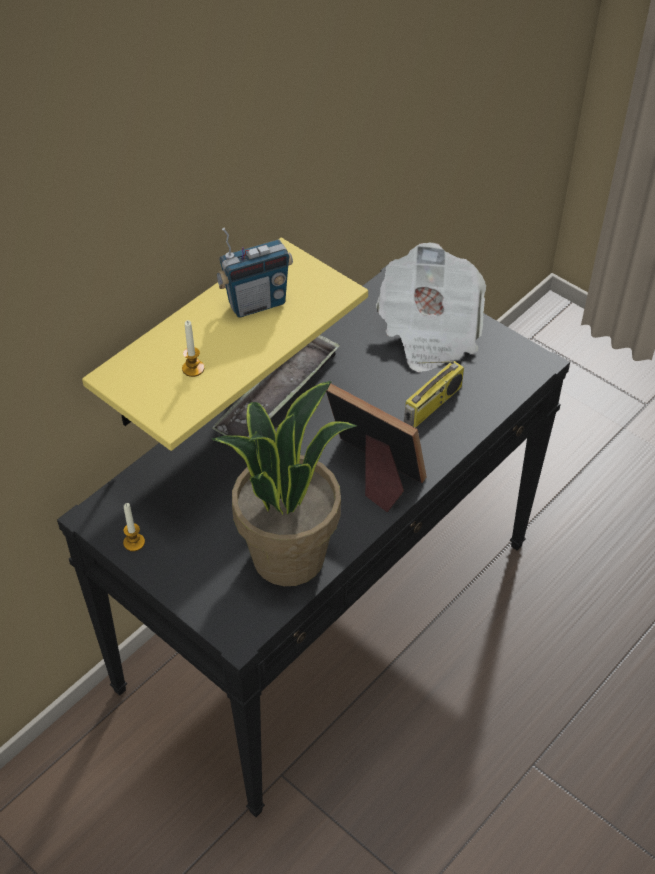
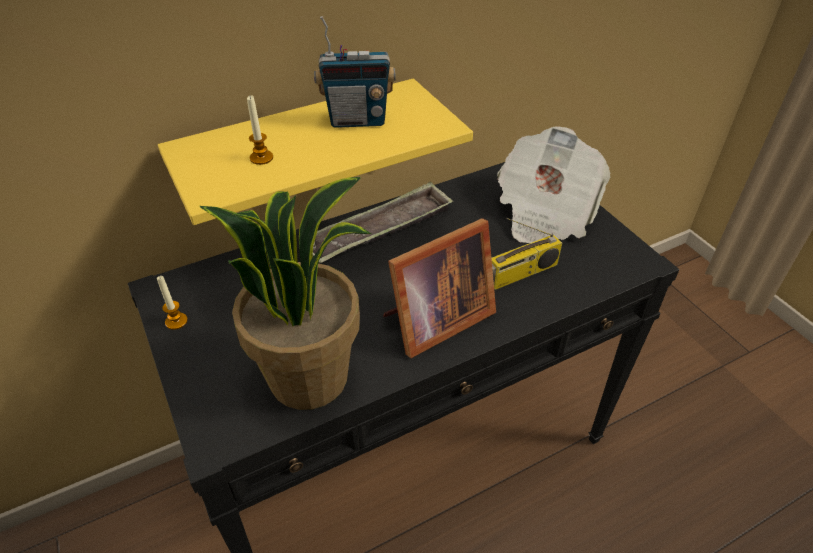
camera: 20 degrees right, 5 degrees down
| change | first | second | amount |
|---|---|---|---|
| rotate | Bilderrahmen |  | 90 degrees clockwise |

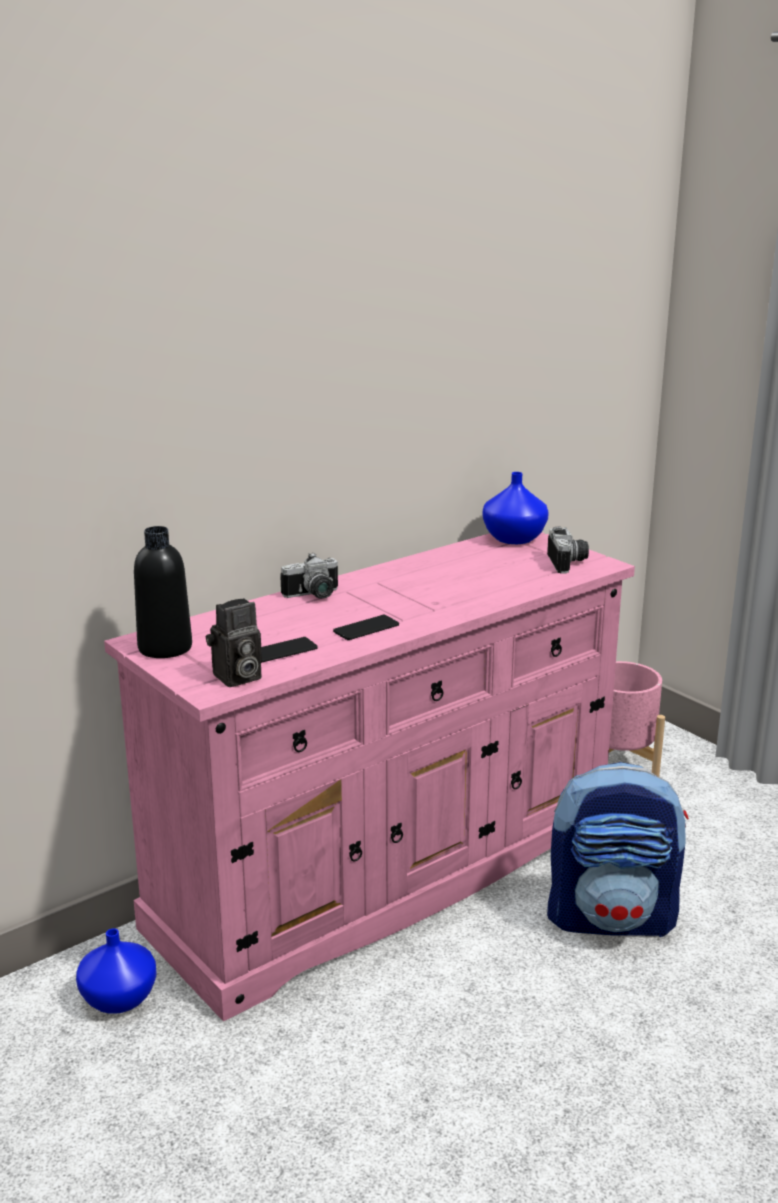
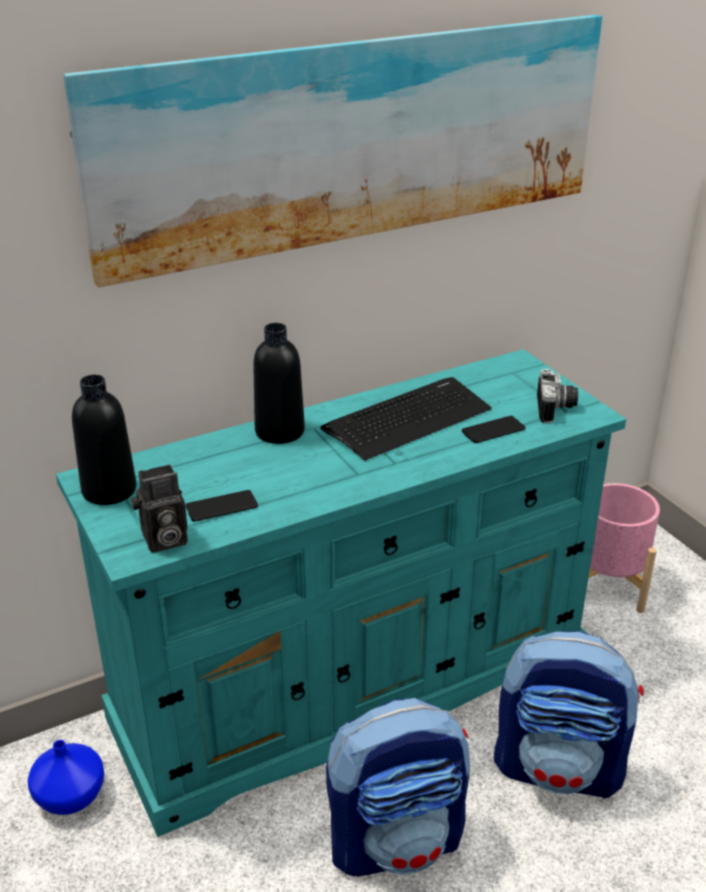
camera: 10 degrees right, 10 degrees up
| change | first | second | amount |
|---|---|---|---|
| recolor | Kommode [rosa] | Kommode [türkis] |  |
| insert |  | Bild |  |
| replace | Kamera (2nd from left) | Flasche [schwarz] (2nd from left) |  |
| insert |  | Tastatur |  |
| insert |  | Rucksack (1st from left) |  |
| move | Handy (2nd from left) |  |  |
| delete | Vase [blau] (2nd from left) |  |  |

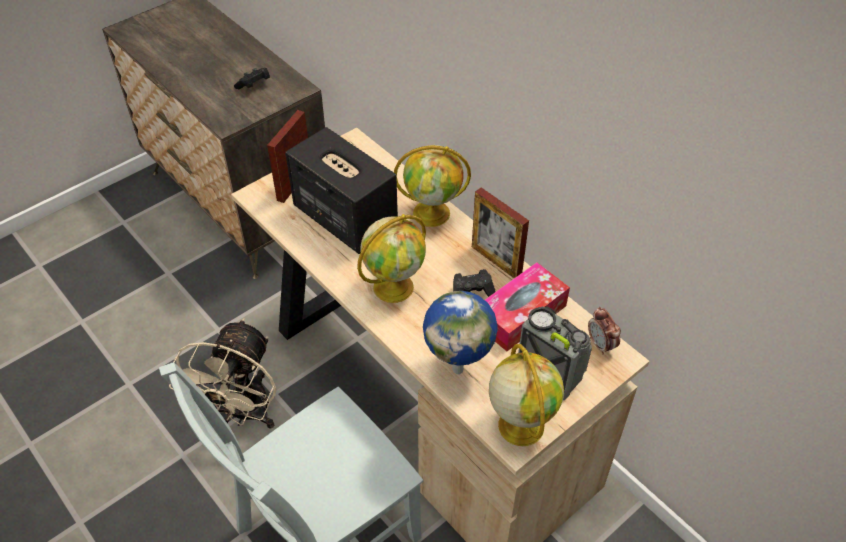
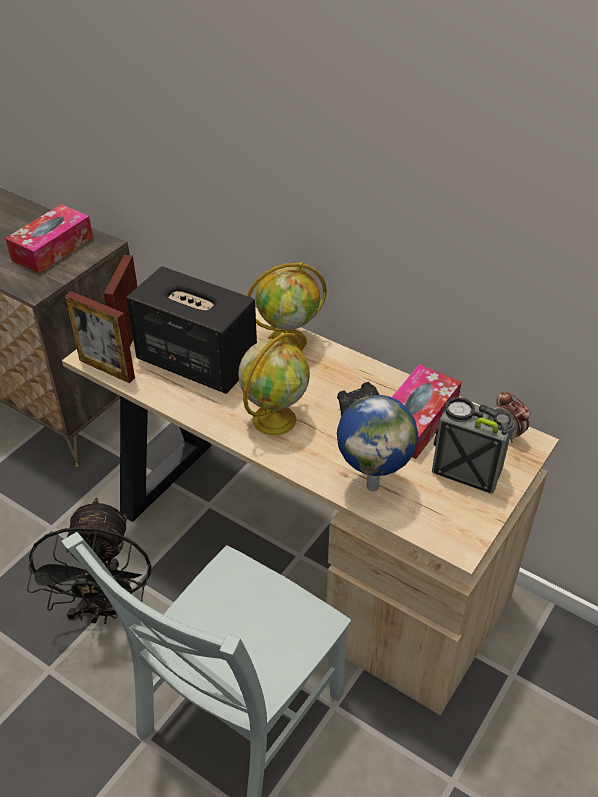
camera: 15 degrees left, 5 degrees down
| change | first | second | amount |
|---|---|---|---|
| replace | Gamepad [schwarz] (1st from left) | Taschentuchbox (1st from left) |  |
| recolor | Ventilator [beige] | Ventilator [schwarz] |  |
| move | Bilderrahmen (2nd from left in the first image) | Bilderrahmen (1st from left) |  |
| delete | Globus (4th from left) |  |  |

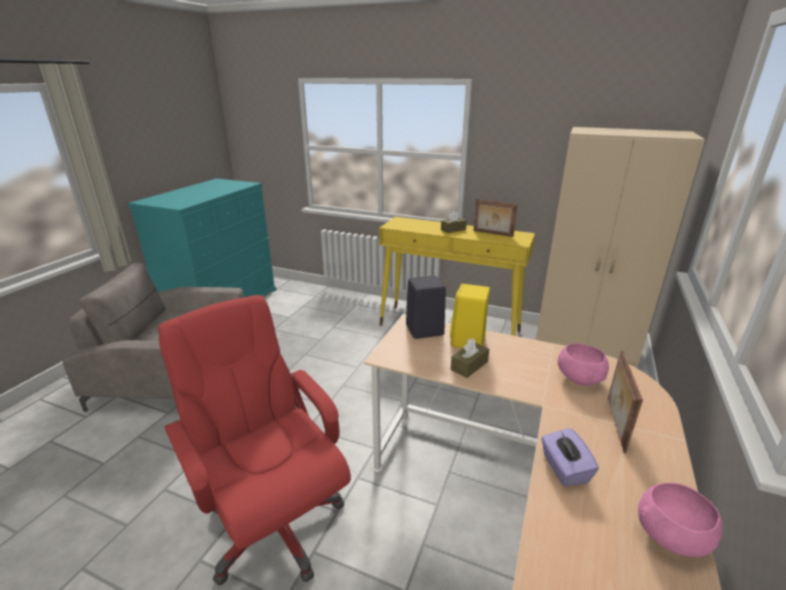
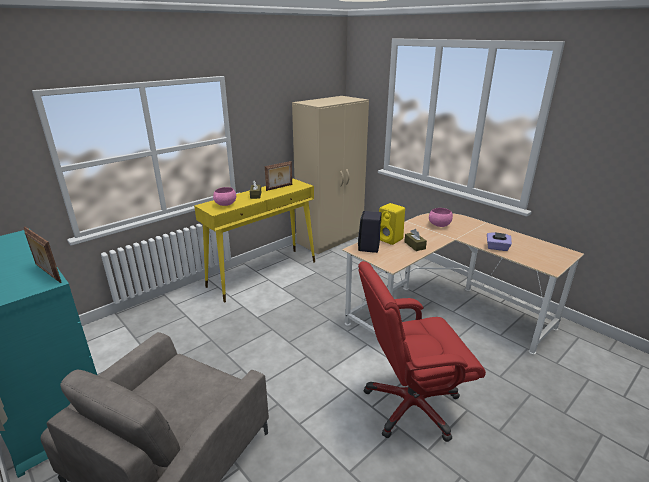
camera: 65 degrees left, 0 degrees up
| change | first | second | amount |
|---|---|---|---|
| move | Bilderrahmen (2nd from left in the first image) | Bilderrahmen (1st from left) |  |
| move | Schüssel [rosa] (2nd from left in the first image) | Schüssel [rosa] (1st from left) |  |

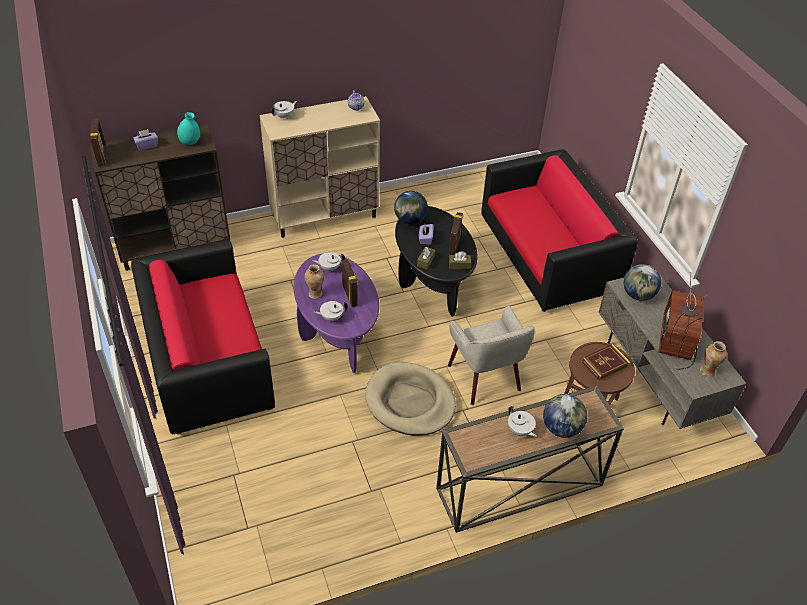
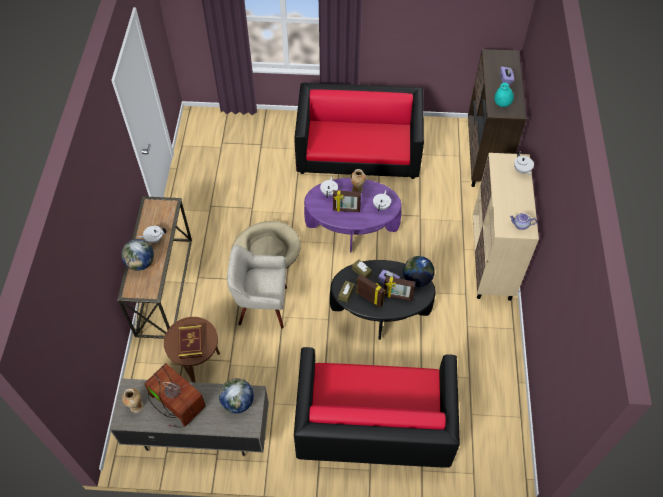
camera: 115 degrees right, 10 degrees up
| change | first | second | amount |
|---|---|---|---|
| move | Bilderrahmen (1st from left in the first image) | Bilderrahmen (3rd from left) |  |

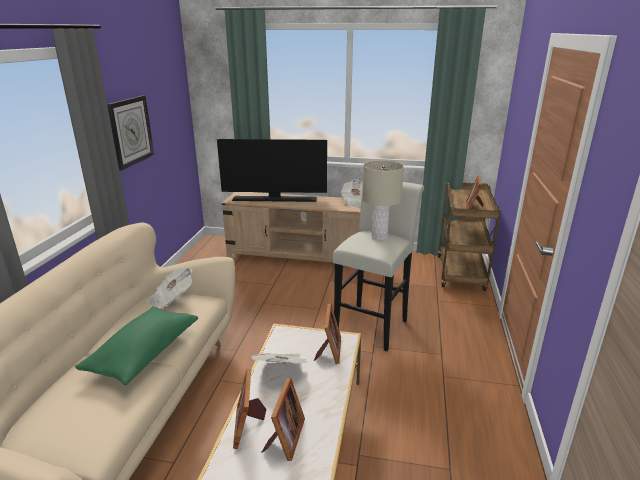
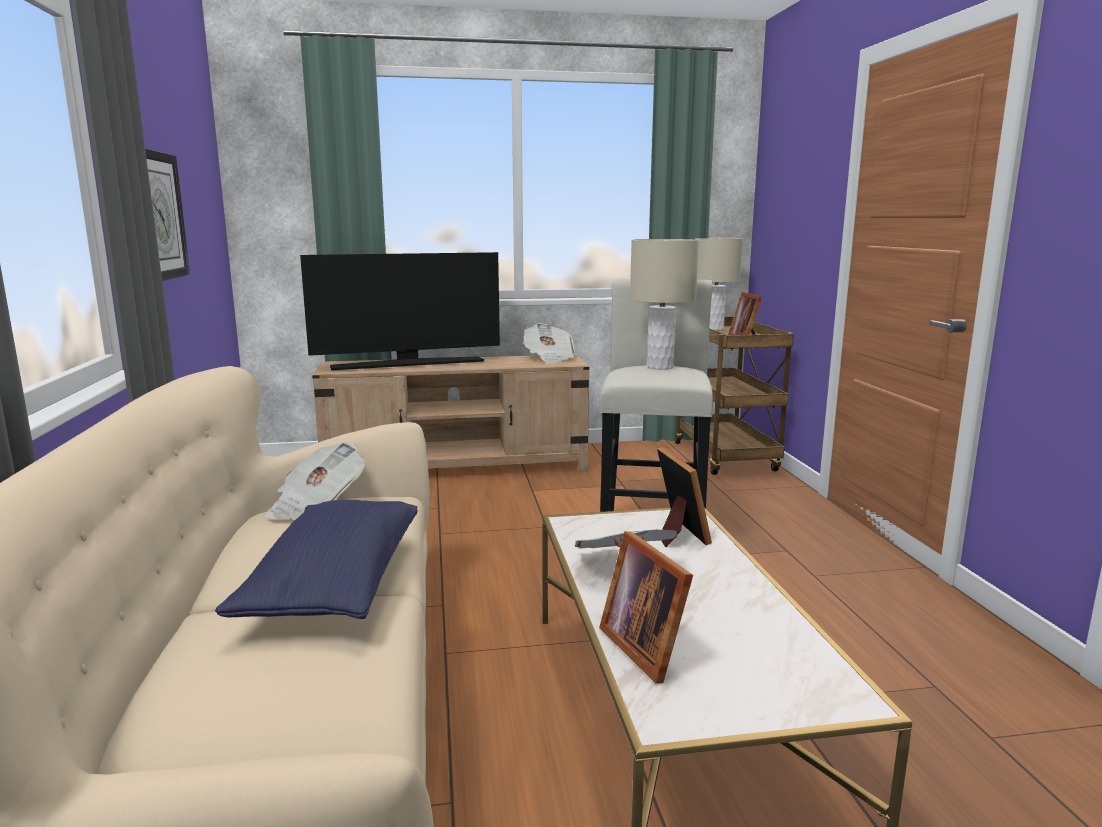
camera: 20 degrees left, 10 degrees down
| change | first | second | amount |
|---|---|---|---|
| recolor | Kissen [grün] | Kissen [blau] |  |
| insert |  | Tischlampe [beige] (2nd from left) |  |
| delete | Bilderrahmen (2nd from left) |  |  |

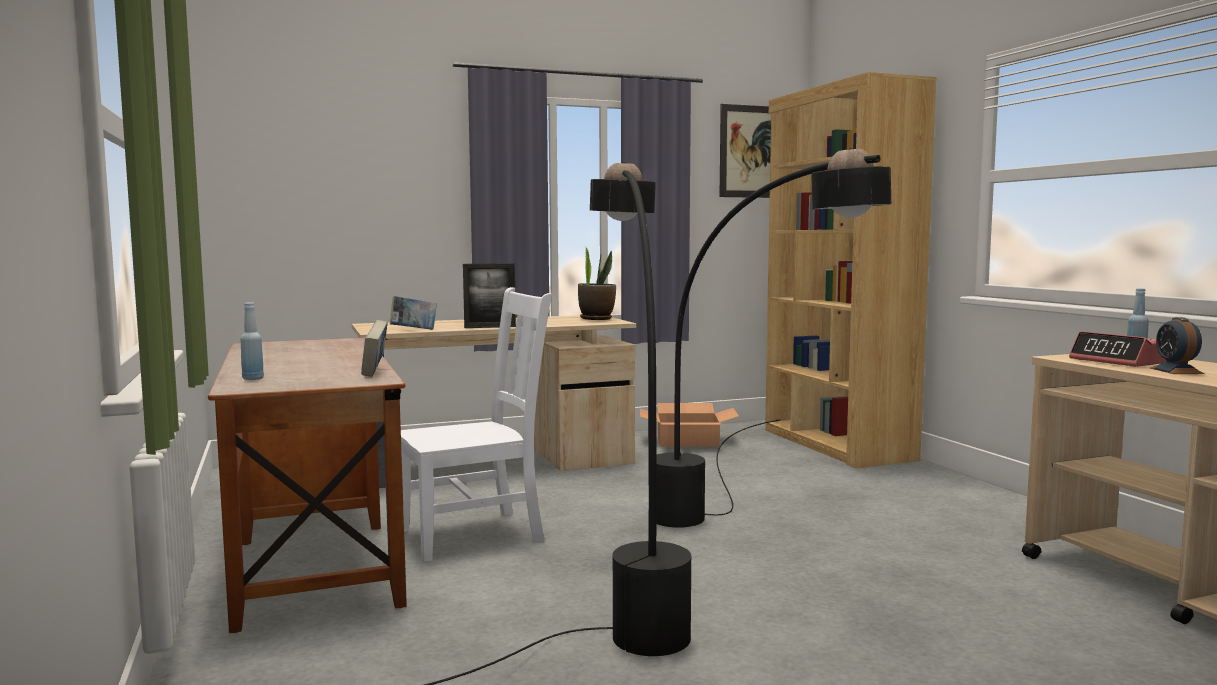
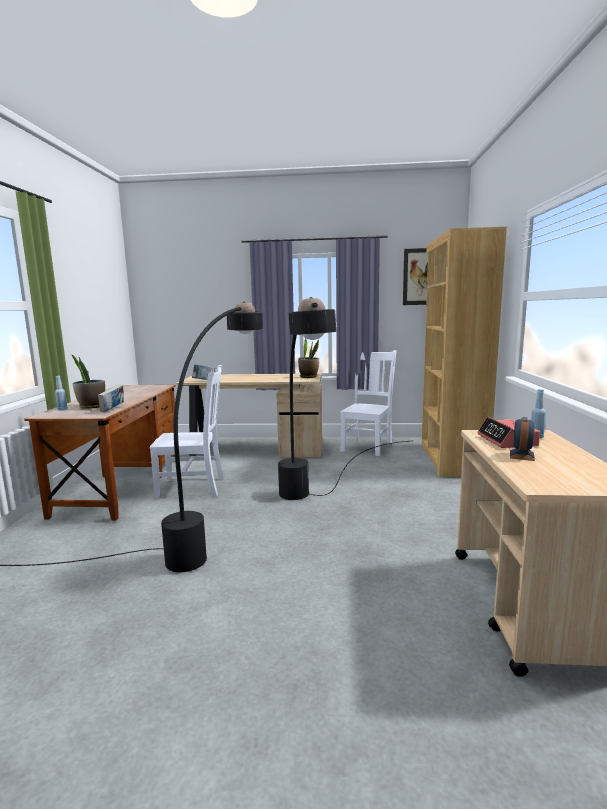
camera: 25 degrees right, 5 degrees up
| change | first | second | amount |
|---|---|---|---|
| insert |  | Topfpflanze (1st from left) |  |
| replace | Karton | Stuhl [weiß] (2nd from left) |  |
| delete | Bilderrahmen |  |  |

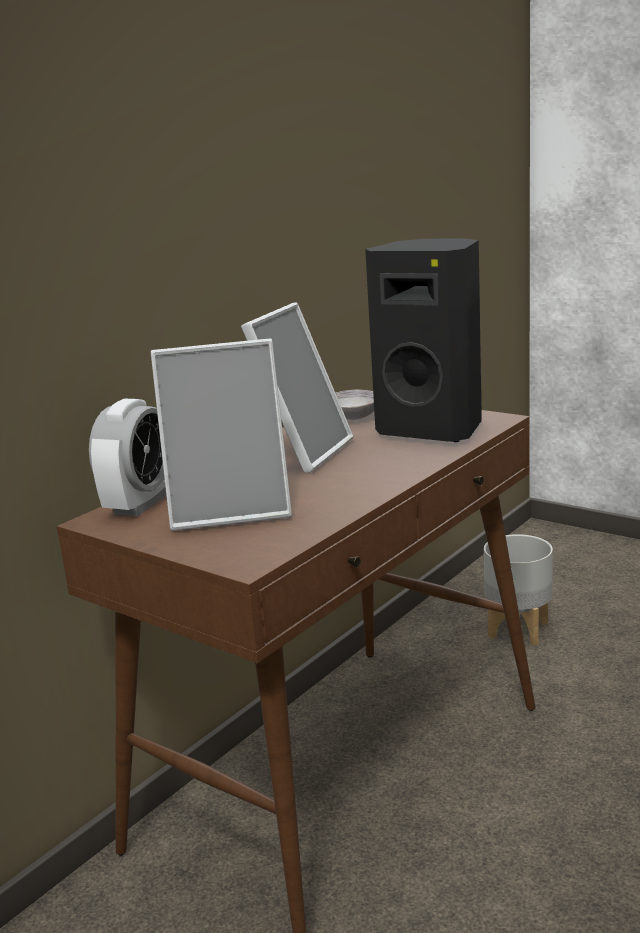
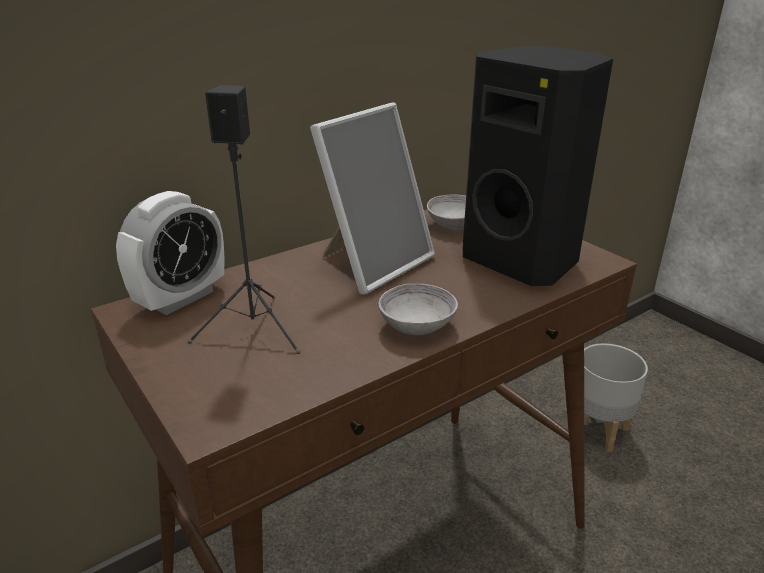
camera: 15 degrees right, 10 degrees up
| change | first | second | amount |
|---|---|---|---|
| replace | Bilderrahmen (1st from left) | Lautsprecher [schwarz] (1st from left) |  |
| insert |  | Schüssel [grau] (1st from left) |  |

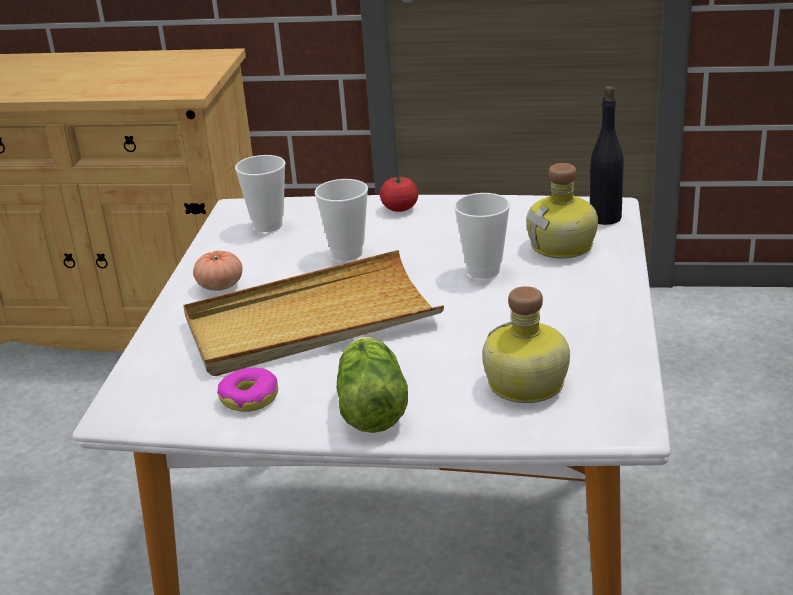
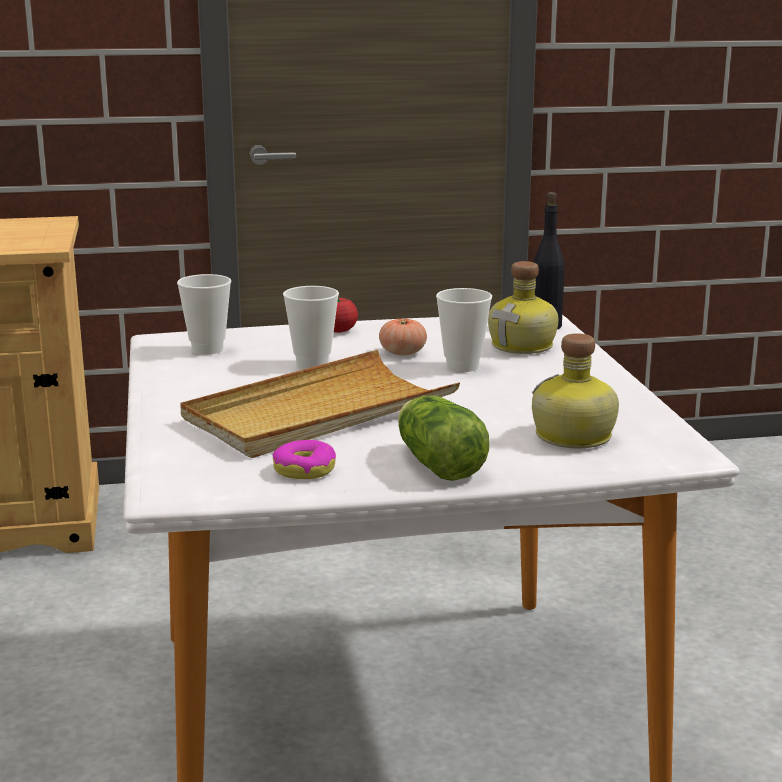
camera: 20 degrees left, 10 degrees down
| change | first | second | amount |
|---|---|---|---|
| move | Tomate (1st from left in the first image) | Tomate (2nd from left) |  |

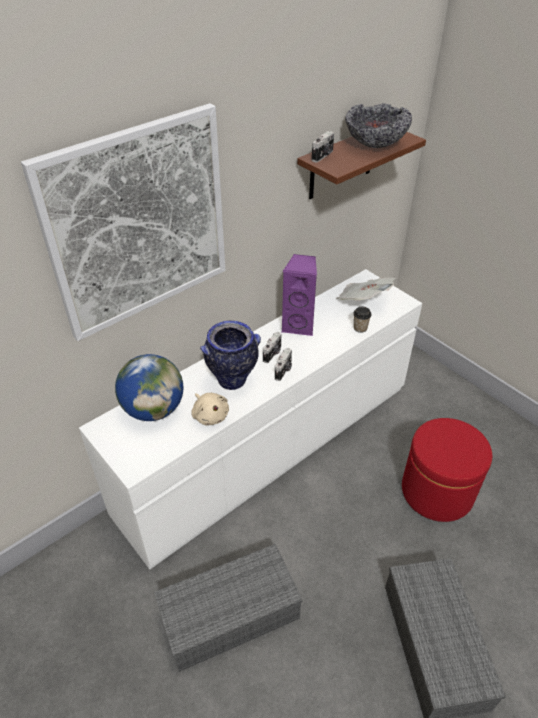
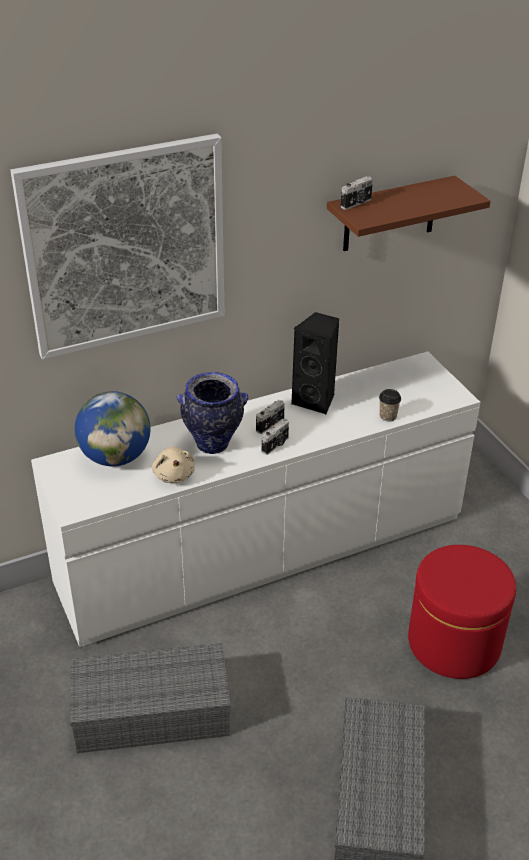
camera: 15 degrees right, 5 degrees down
| change | first | second | amount |
|---|---|---|---|
| recolor | Lautsprecher [lila] | Lautsprecher [schwarz] |  |
| delete | Zeitung |  |  |
| delete | Schüssel |  |  |

